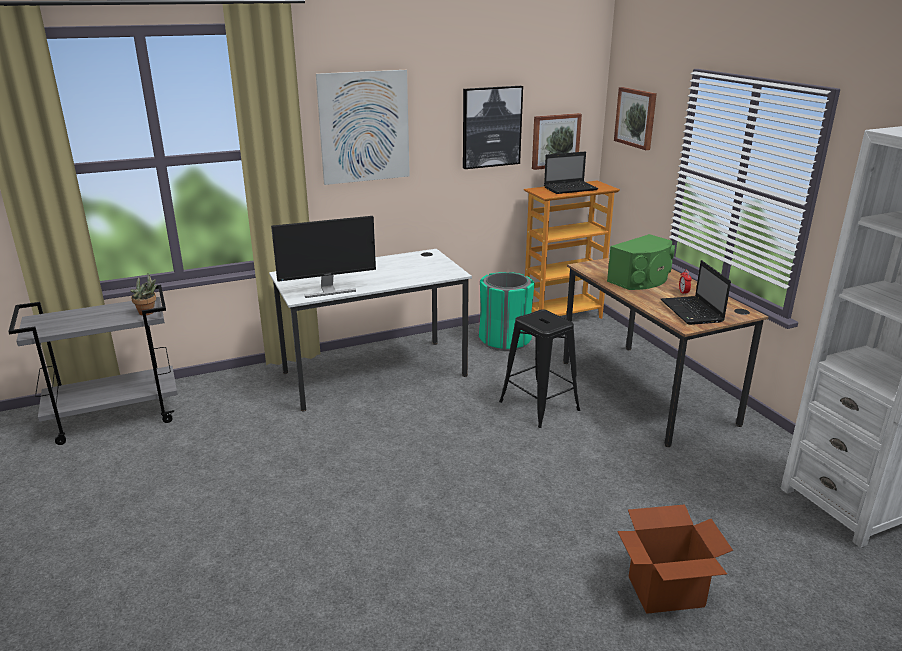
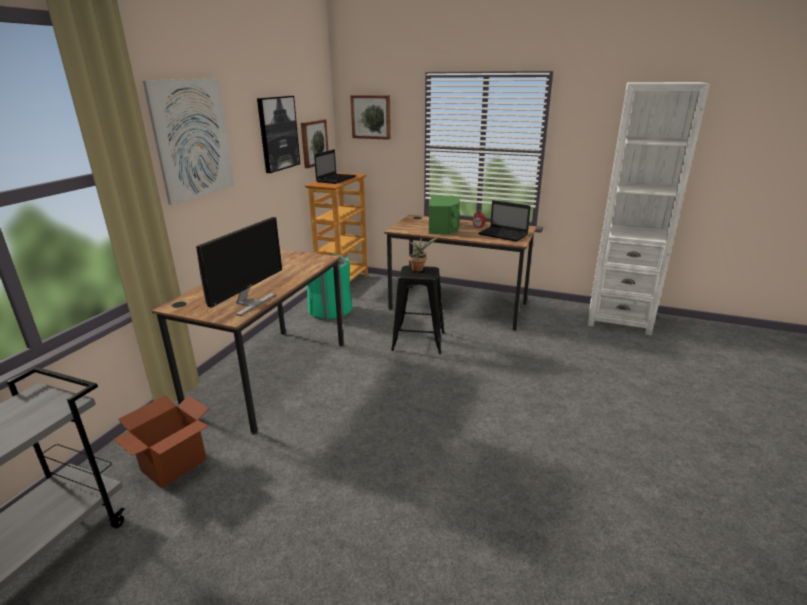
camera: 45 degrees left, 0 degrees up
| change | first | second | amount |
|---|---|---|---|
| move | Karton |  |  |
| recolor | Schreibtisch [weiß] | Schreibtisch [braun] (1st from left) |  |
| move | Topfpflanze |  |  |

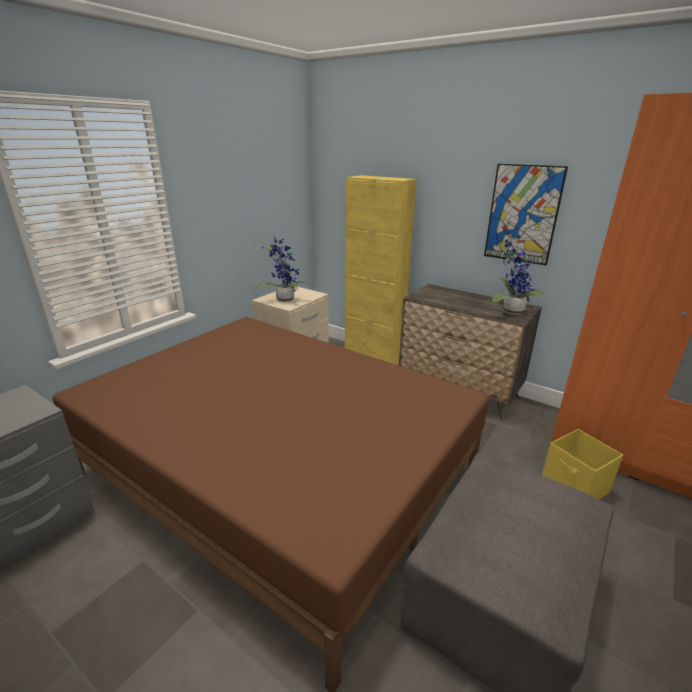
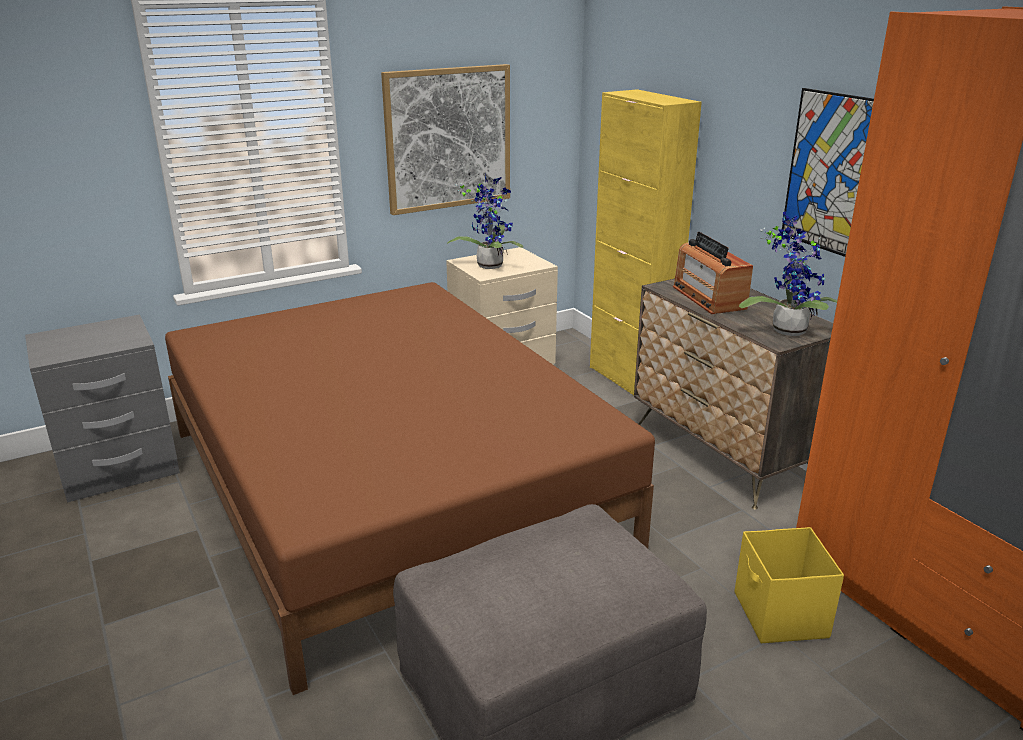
camera: 25 degrees right, 0 degrees up
| change | first | second | amount |
|---|---|---|---|
| insert |  | Bild (1st from left) |  |
| insert |  | Radio |  |

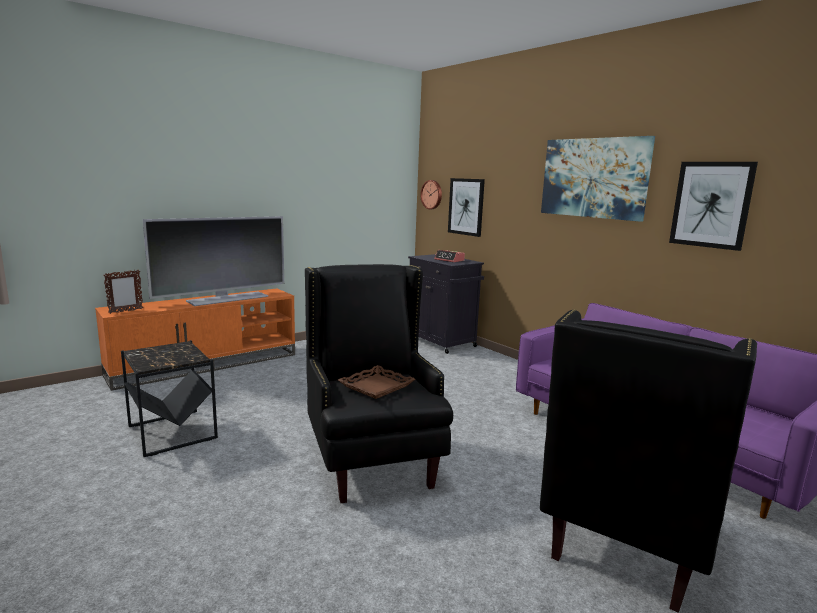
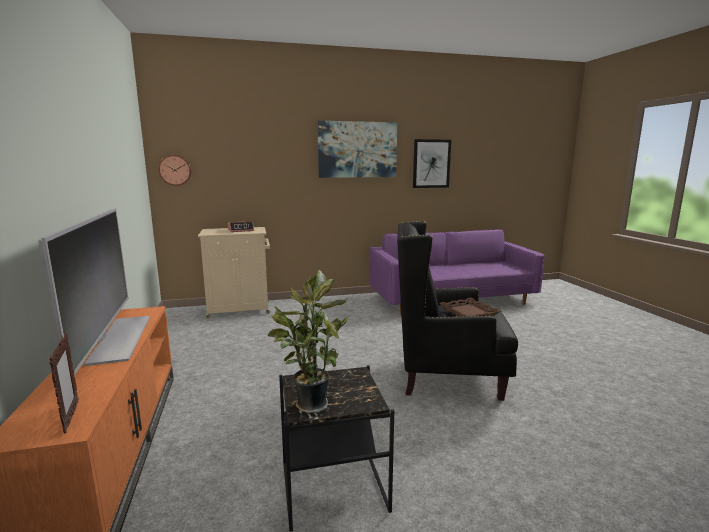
camera: 65 degrees left, 0 degrees up
| change | first | second | amount |
|---|---|---|---|
| recolor | Schrank [schwarz] | Schrank [beige] |  |
| insert |  | Topfpflanze |  |
| delete | Bild (1st from left) |  |  |
| delete | Sessel [schwarz] (2nd from left) |  |  |

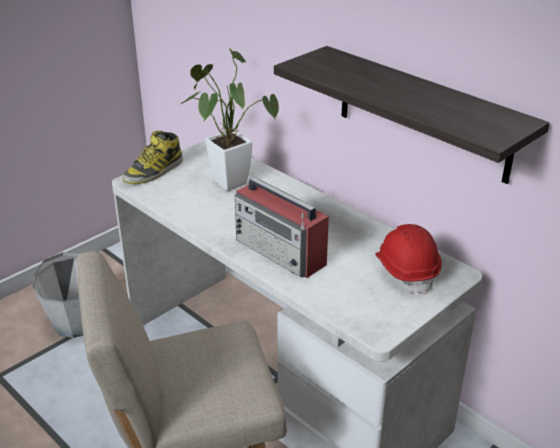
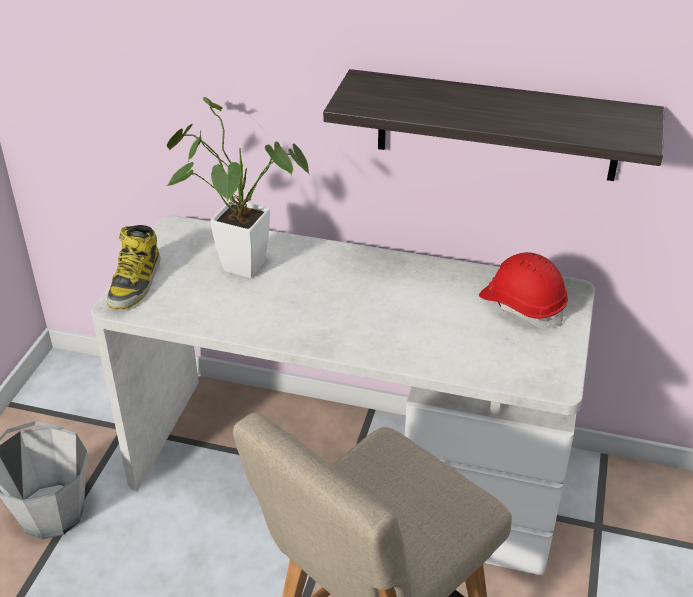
camera: 30 degrees left, 5 degrees up
| change | first | second | amount |
|---|---|---|---|
| delete | Radio |  |  |

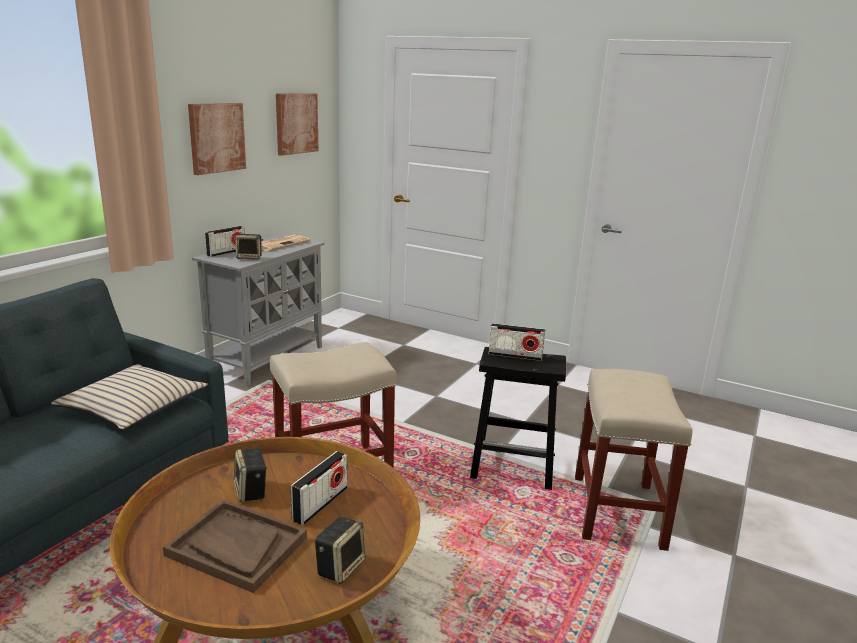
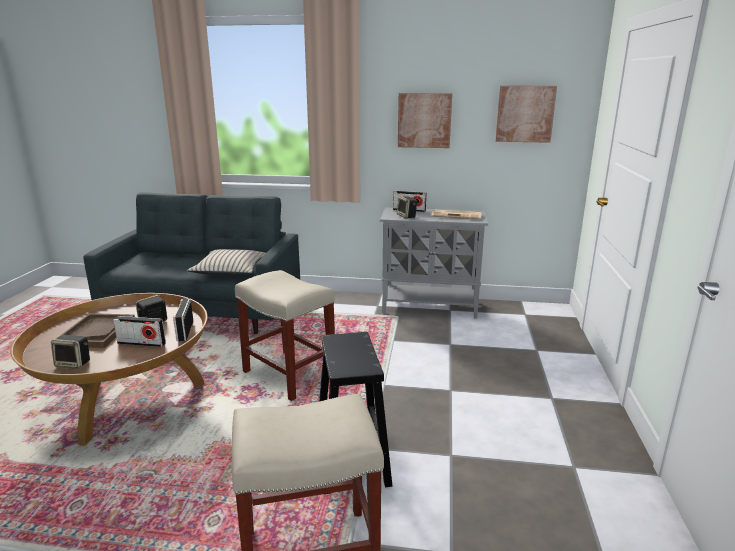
camera: 70 degrees right, 0 degrees up
| change | first | second | amount |
|---|---|---|---|
| move | Radio (3rd from left in the first image) | Radio (2nd from left) |  |

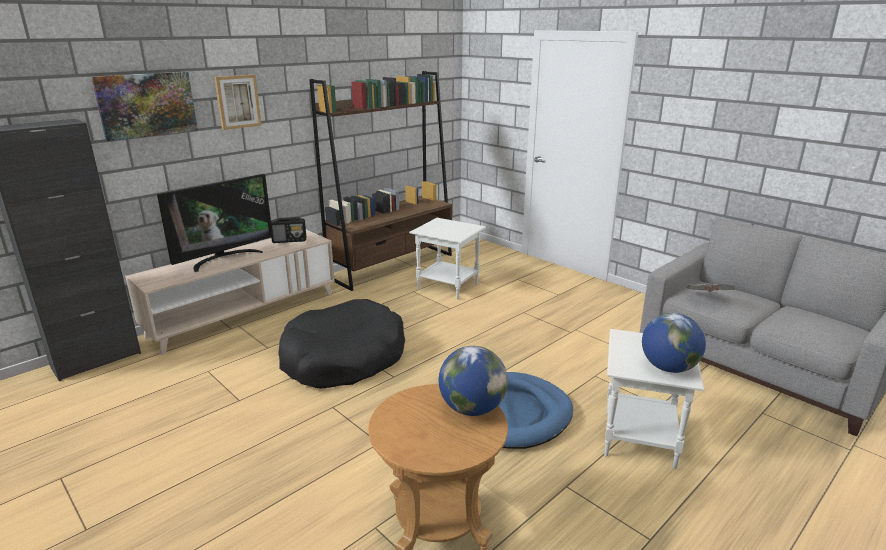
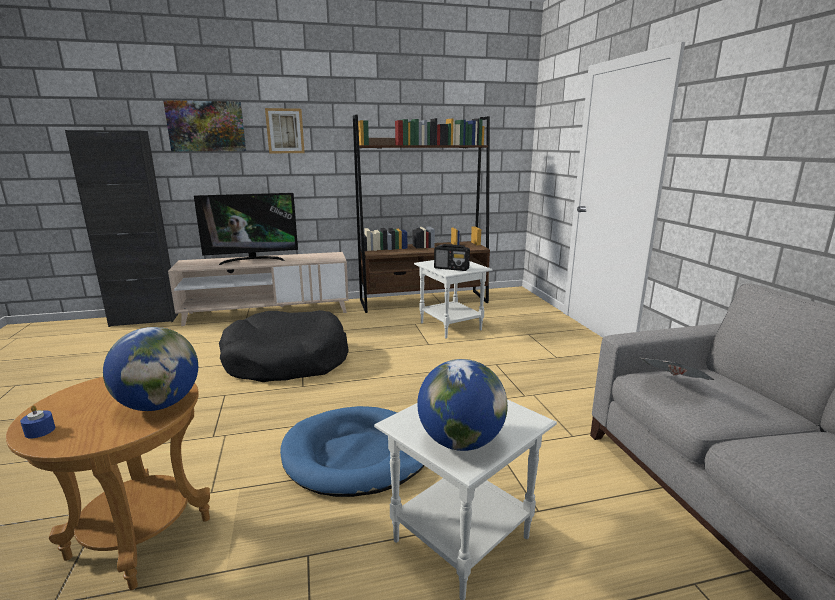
camera: 30 degrees right, 5 degrees down
| change | first | second | amount |
|---|---|---|---|
| insert |  | Kerze [blau] |  |
| move | Radio |  |  |

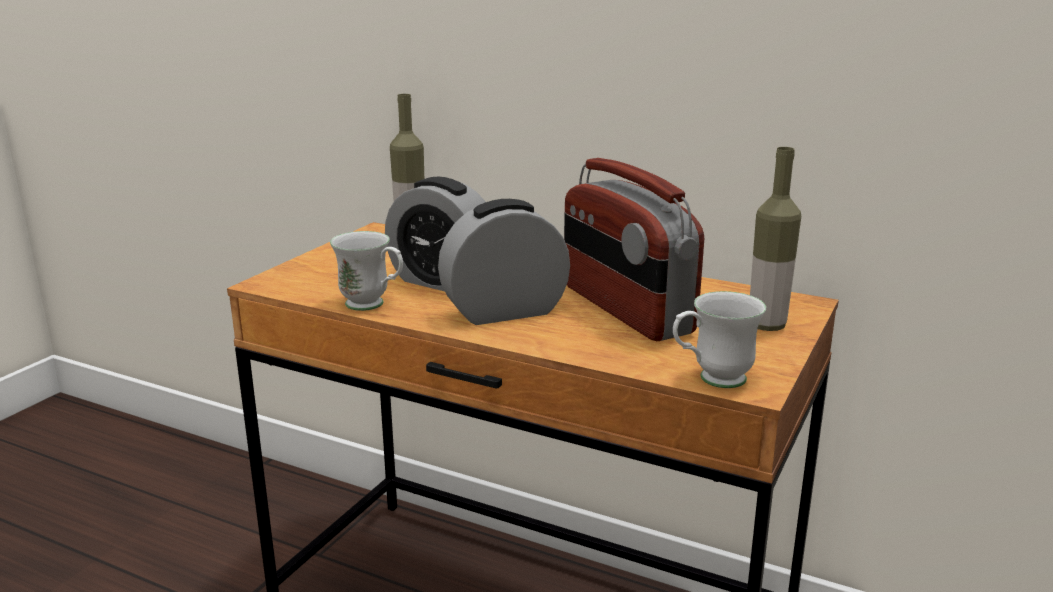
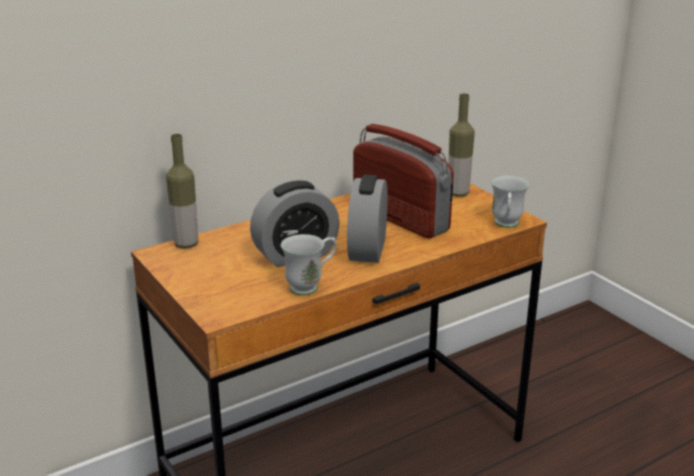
camera: 60 degrees left, 5 degrees up
| change | first | second | amount |
|---|---|---|---|
| rotate | Radio |  | 135 degrees counterclockwise |

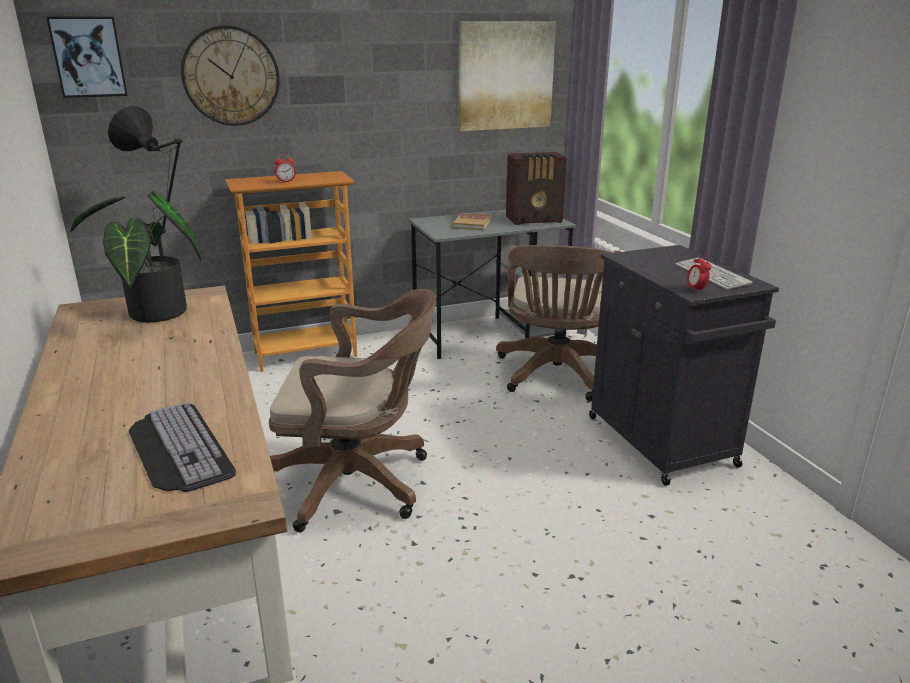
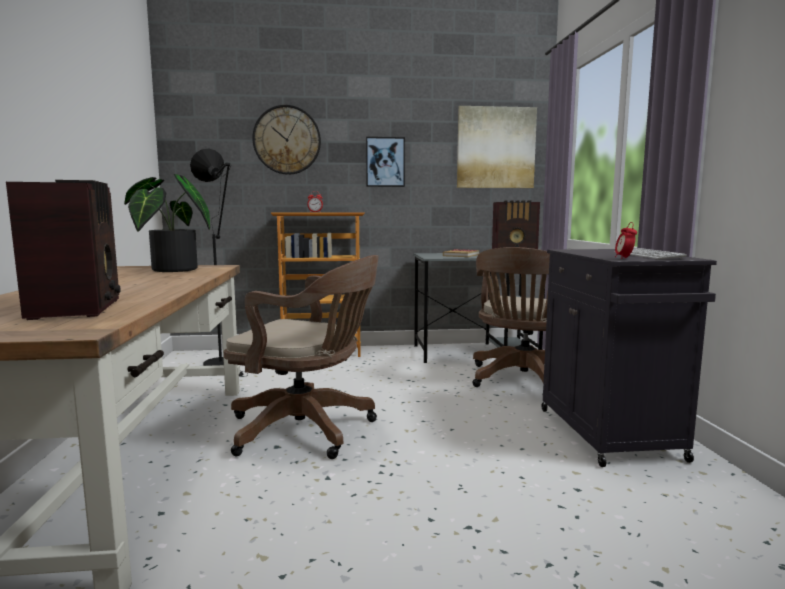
camera: 15 degrees right, 15 degrees down
| change | first | second | amount |
|---|---|---|---|
| replace | Tastatur (1st from left) | Radio (1st from left) |  |
| move | Bild (1st from left) |  |  |

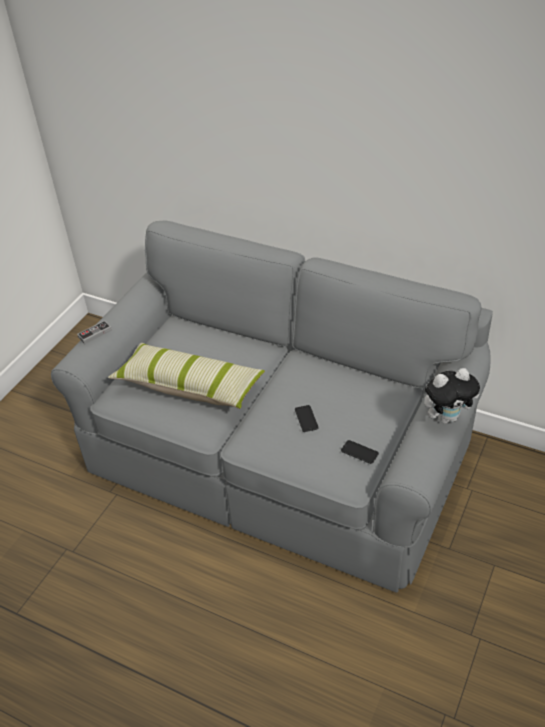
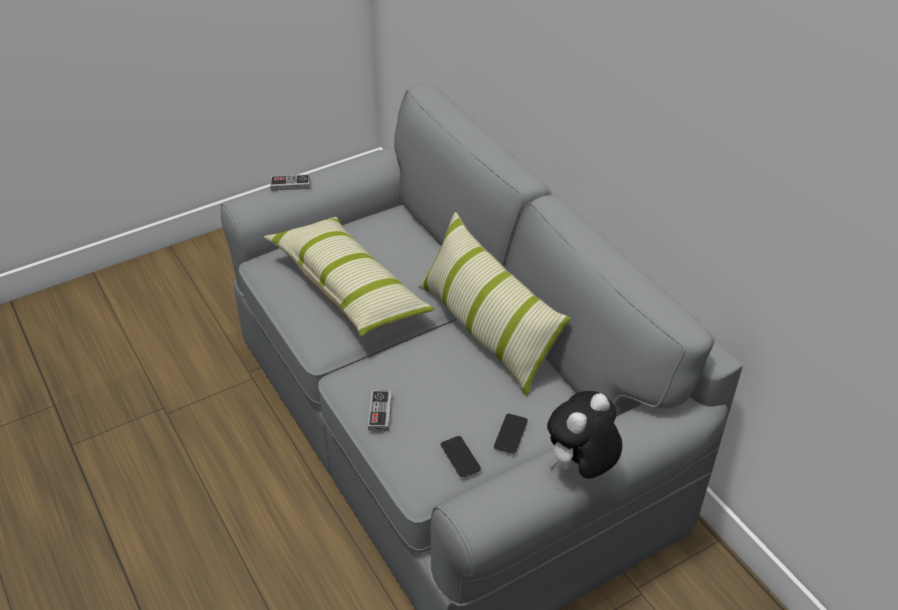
camera: 30 degrees right, 0 degrees up
| change | first | second | amount |
|---|---|---|---|
| insert |  | Gamepad (2nd from left) |  |
| insert |  | Kissen (2nd from left) |  |
| move | Handy (1st from left in the first image) | Handy (2nd from left) |  |
| rotate | Plüschtier |  | 120 degrees clockwise |

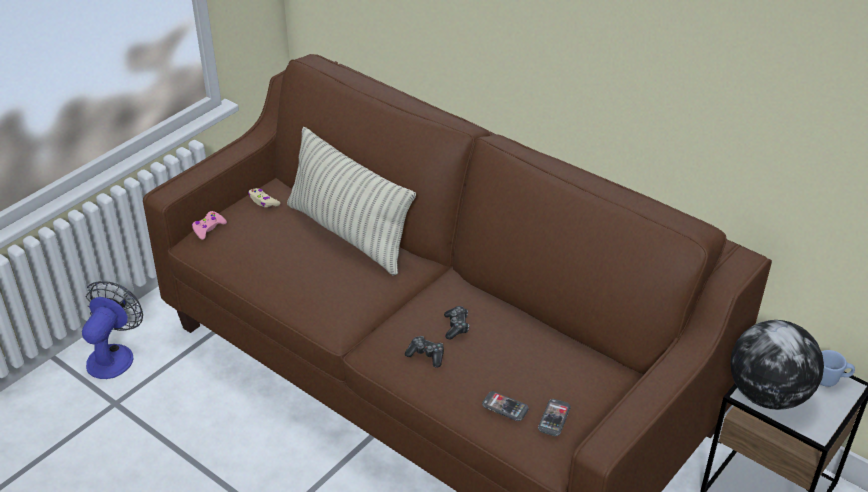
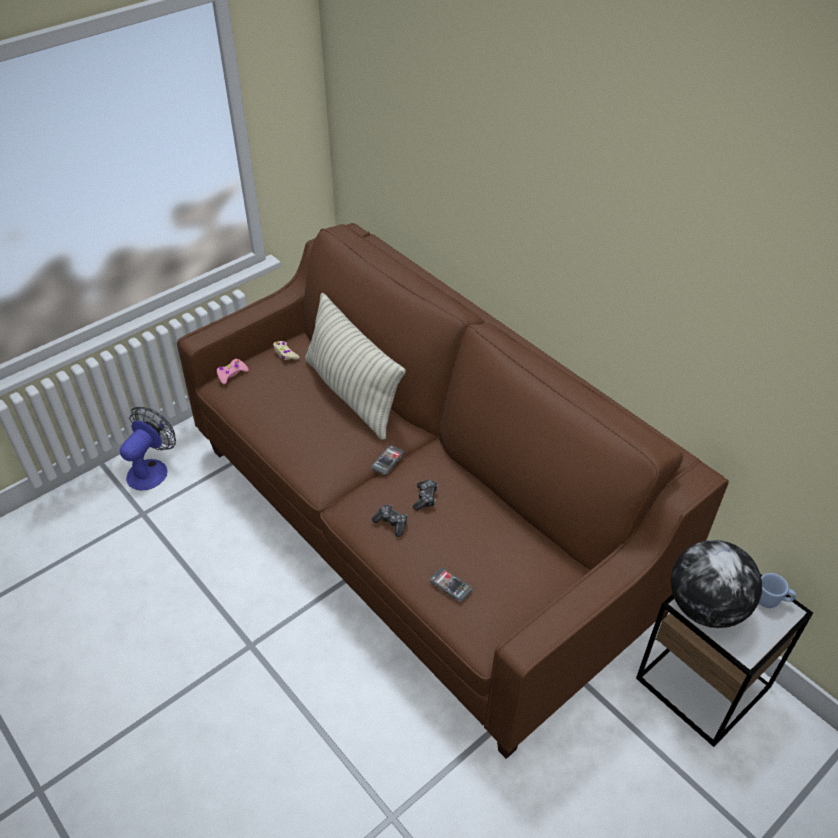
camera: 10 degrees right, 5 degrees up
| change | first | second | amount |
|---|---|---|---|
| move | Handy (2nd from left in the first image) | Handy (1st from left) |  |

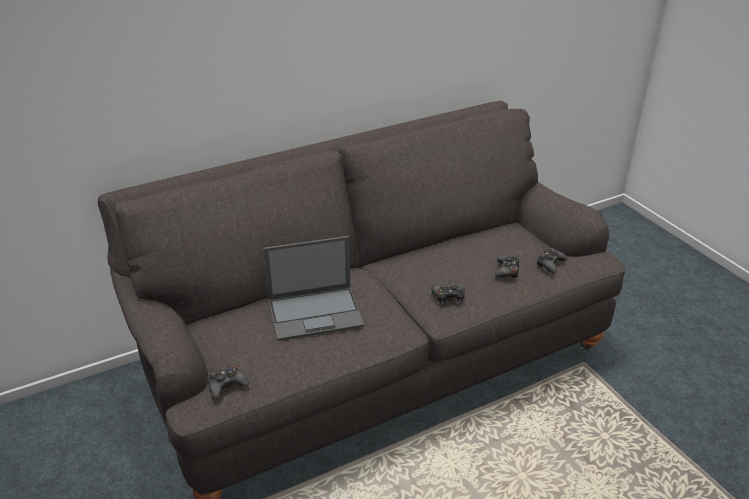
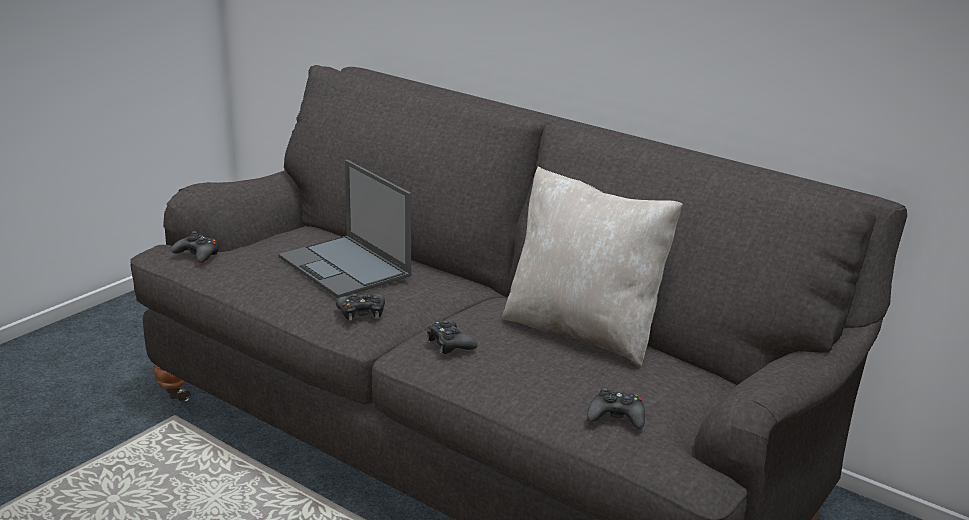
camera: 65 degrees right, 10 degrees down
| change | first | second | amount |
|---|---|---|---|
| move | Gamepad [schwarz] (3rd from left in the first image) | Gamepad [schwarz] (2nd from left) |  |
| insert |  | Kissen [beige] |  |

